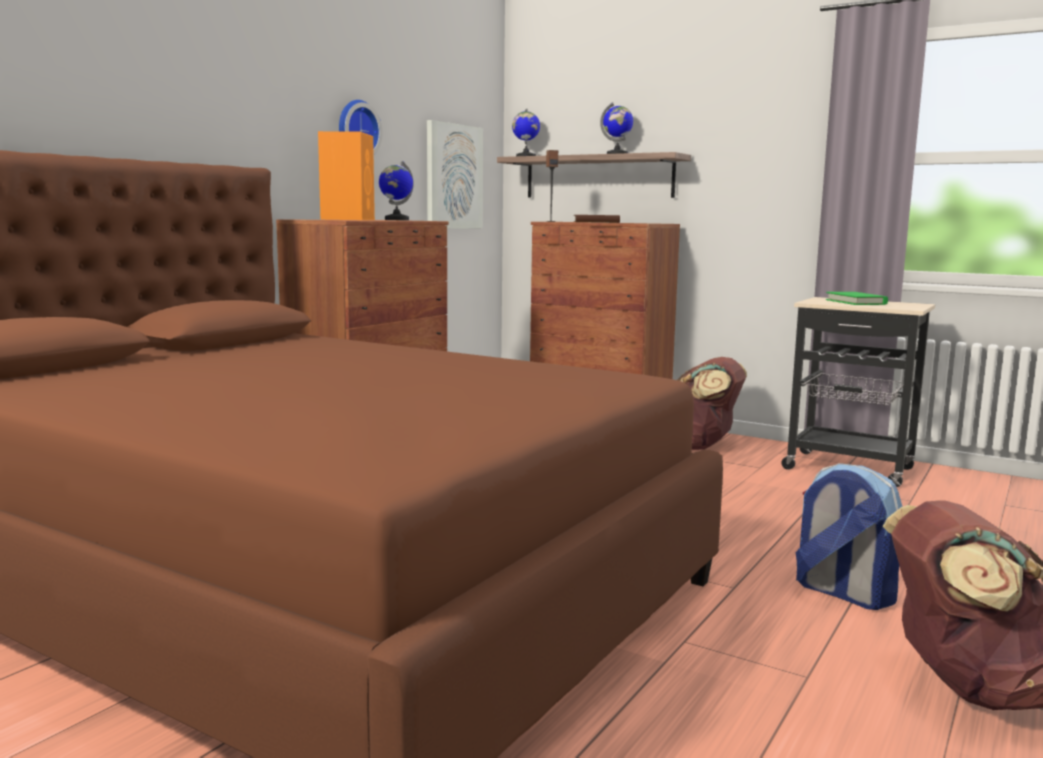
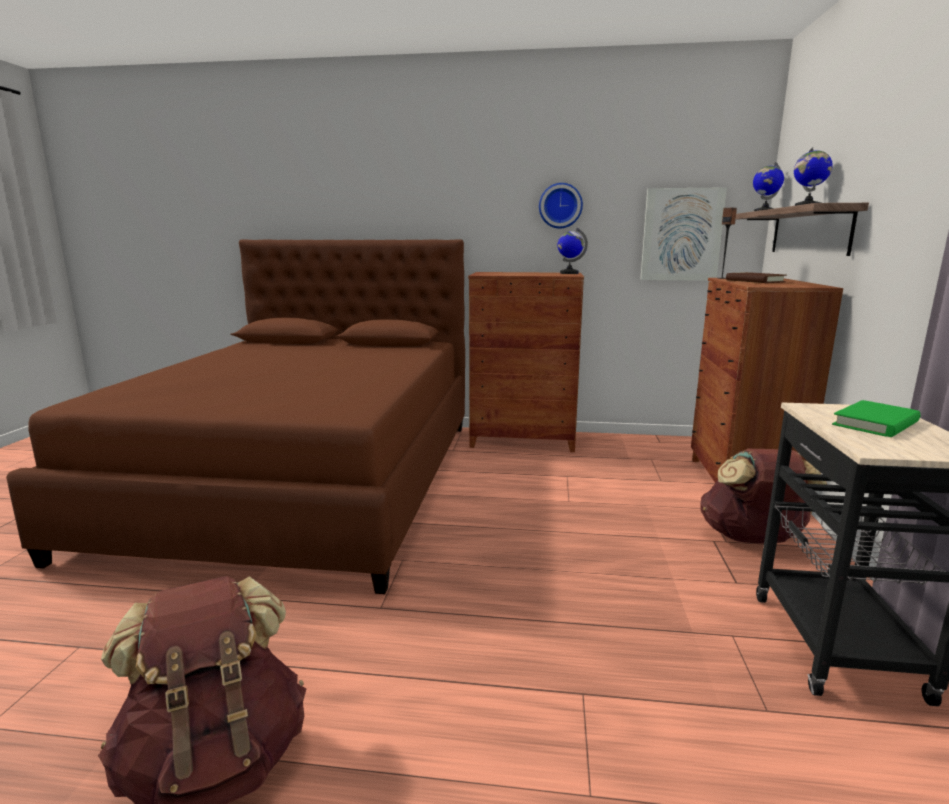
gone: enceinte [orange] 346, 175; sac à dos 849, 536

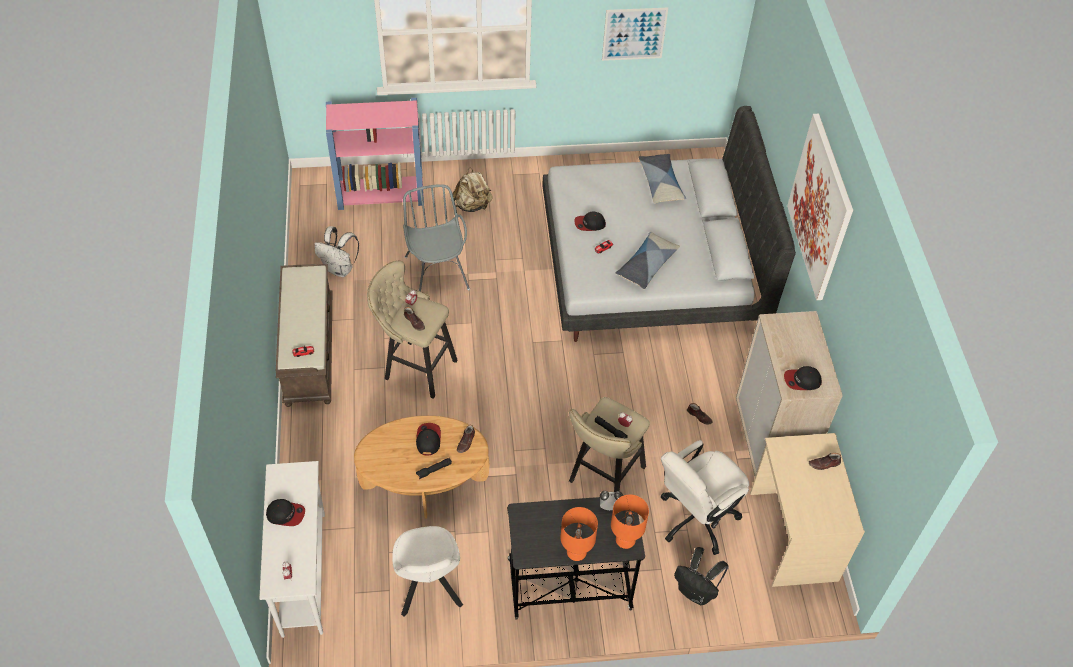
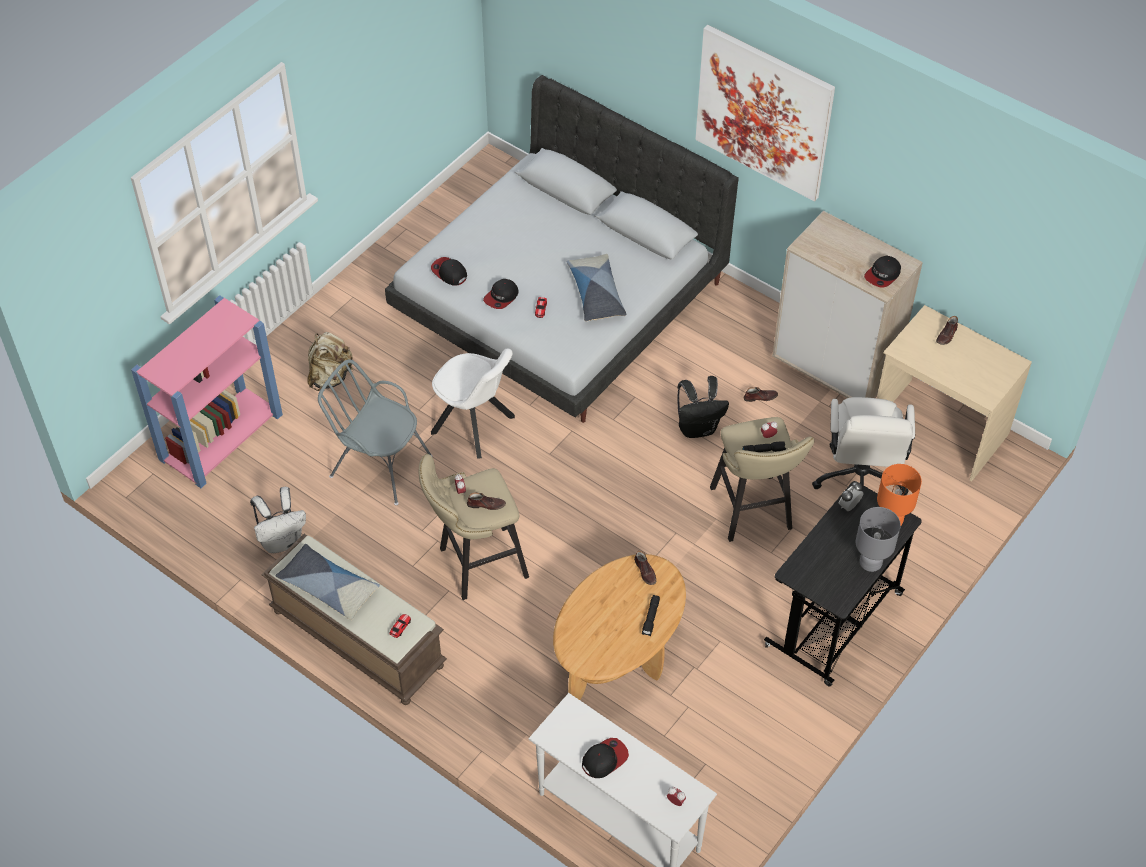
gone: tableau 635, 34
shifted: chaise [blanc] 427, 571 to 473, 403; casquette 428, 439 to 449, 271; coussin 662, 178 to 328, 582; sac à dos [noir] 701, 576 to 703, 407
repainted: lampe de table [orange] 579, 534 to lampe de table [gris] 878, 539

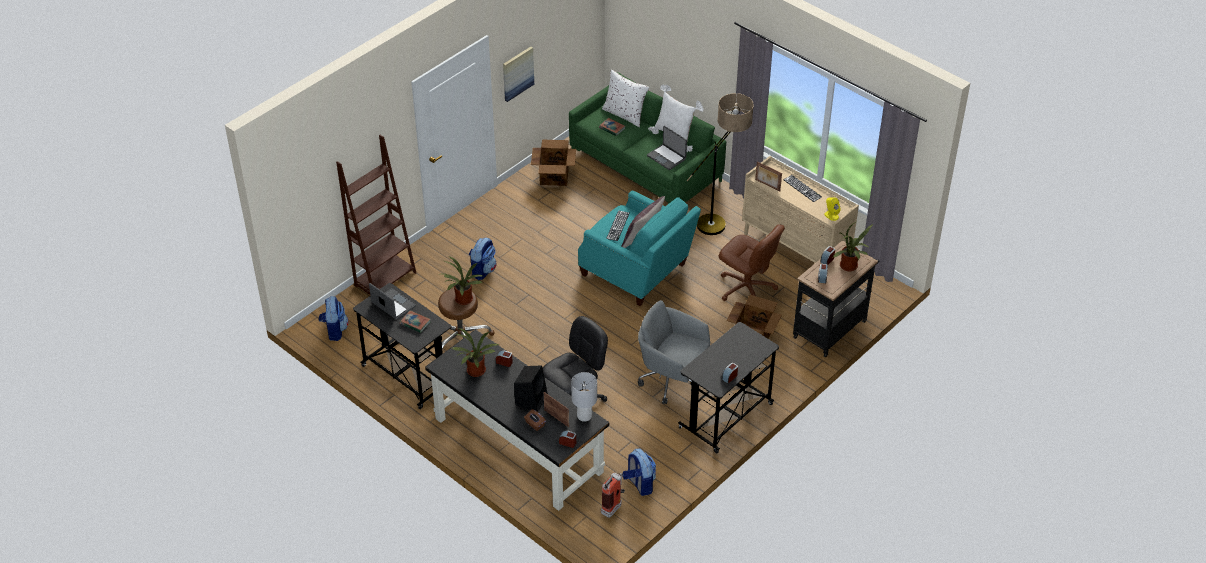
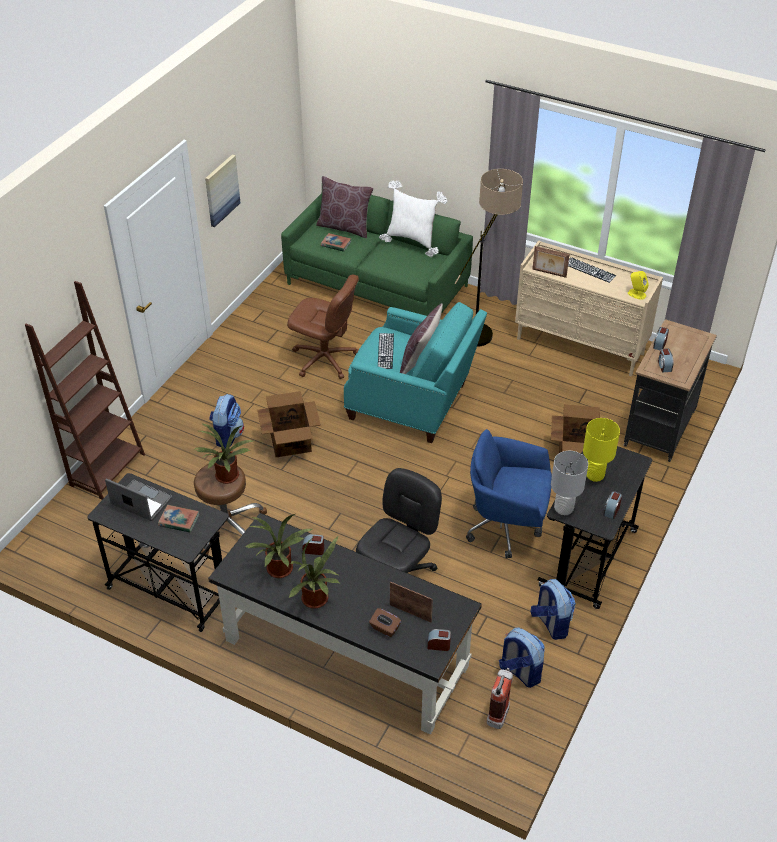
gone: enceinte [noir] 531, 388; ordinateur portable 667, 148
new: lampe de table [jaune] 601, 450
shifted: sac à dos 334, 318 to 553, 609; carton 553, 163 to 289, 424; lampe de table [gris] 584, 397 to 569, 483; chaise de bureau [marron] 752, 262 to 323, 327; plante en pot 853, 246 to 313, 572
repainted: coussin [blanc] 625, 98 to coussin [marron] 344, 207; chaise de bureau [gris] 674, 352 to chaise de bureau [bleu] 509, 493

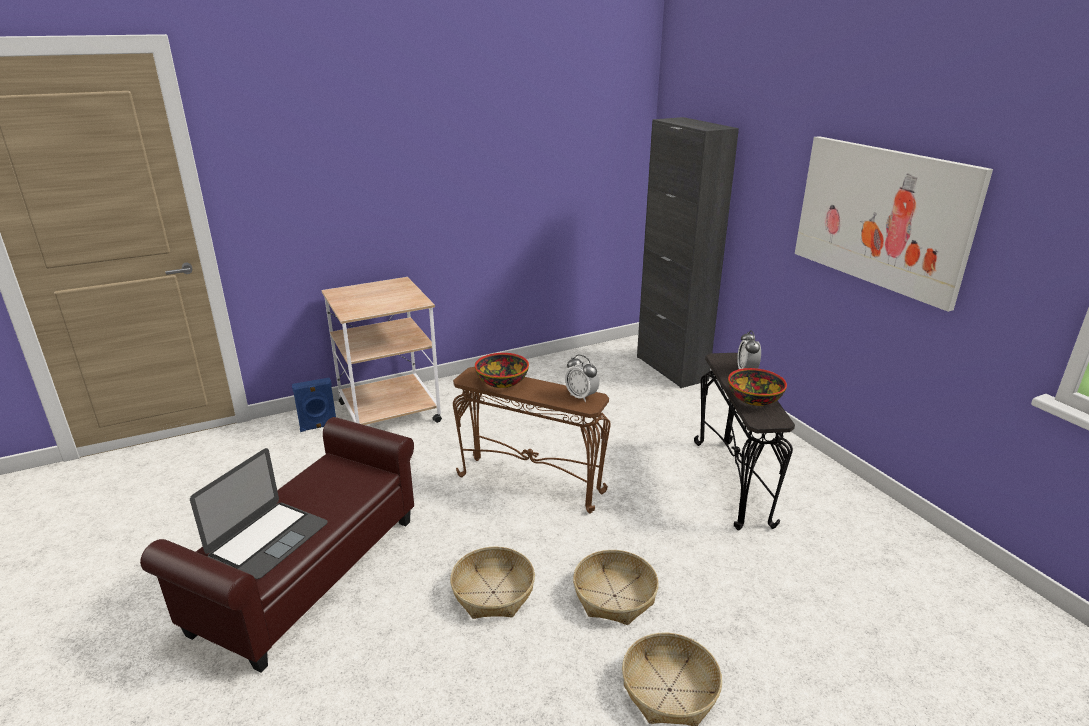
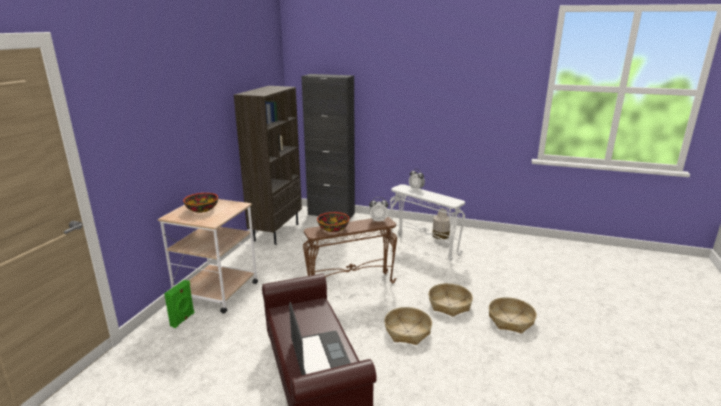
gone: tableau 894, 224
new: bibliothèque [marron] 268, 165; vase [beige] 441, 224
shifted: bol 757, 387 to 200, 203
repainted: enceinte [bleu] 314, 405 to enceinte [vert] 179, 304; table d'appoint [noir] 744, 441 to table d'appoint [blanc] 427, 222

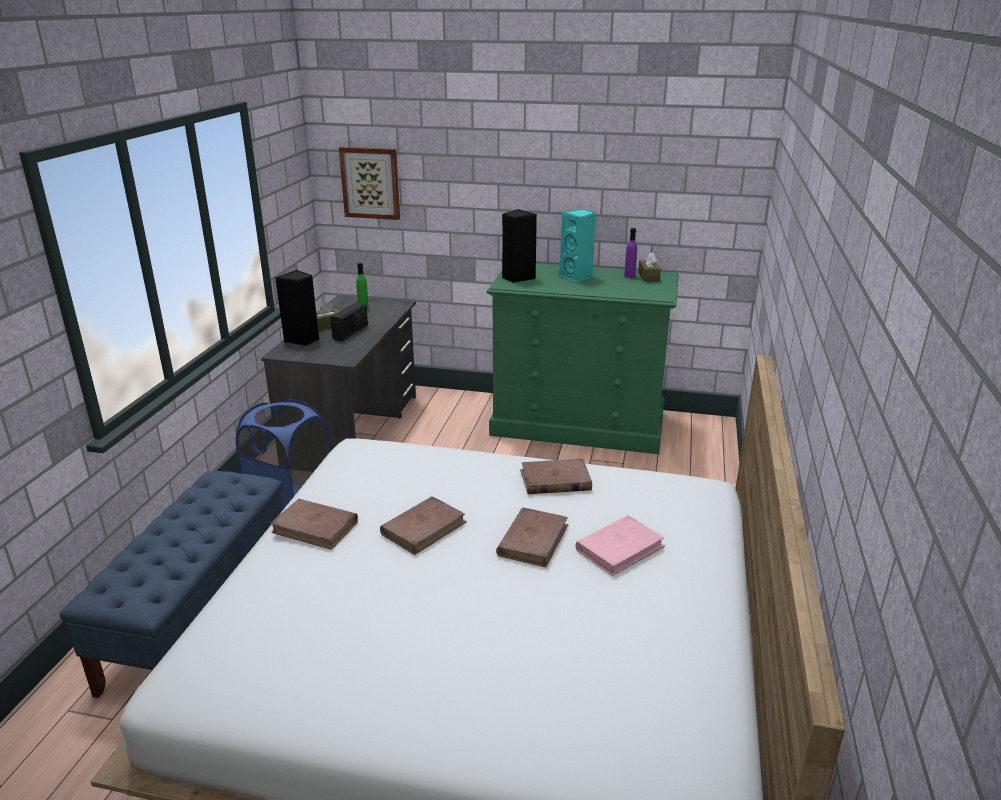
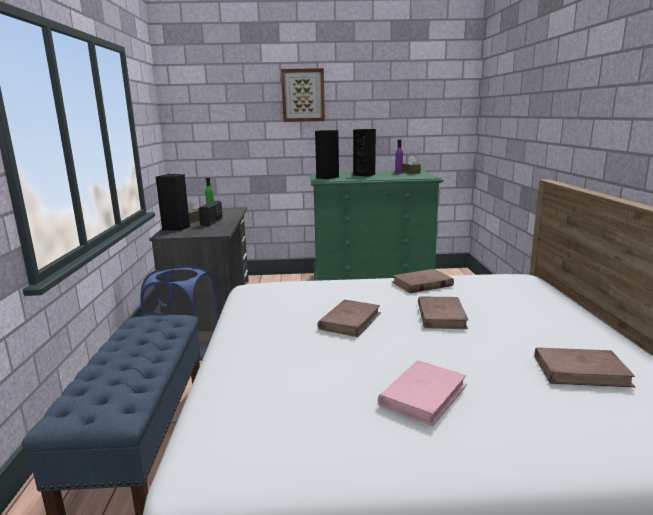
shifted: livre [marron] 314, 524 to 585, 367; tableau 369, 183 to 303, 95; livre [rose] 620, 545 to 422, 393
repainted: enceinte [turquoise] 577, 245 to enceinte [noir] 364, 153

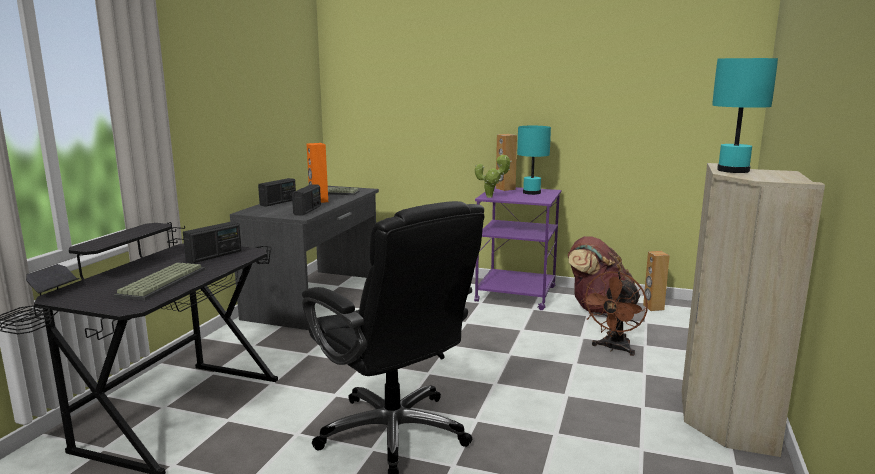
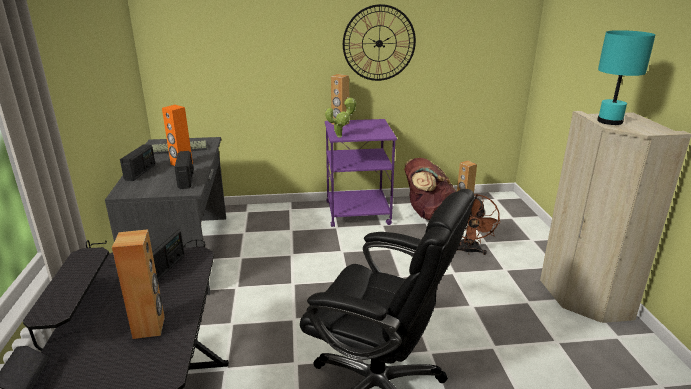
gone: lampe de table [turquoise] 534, 160
new: horloge murale 379, 42
swapped: clavier 159, 281 to enceinte [marron] 138, 284

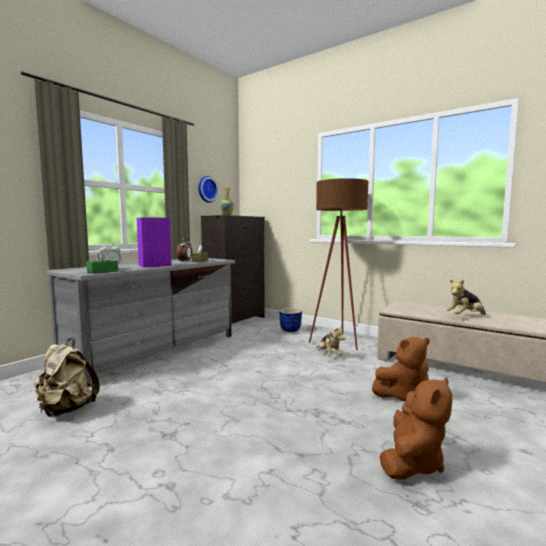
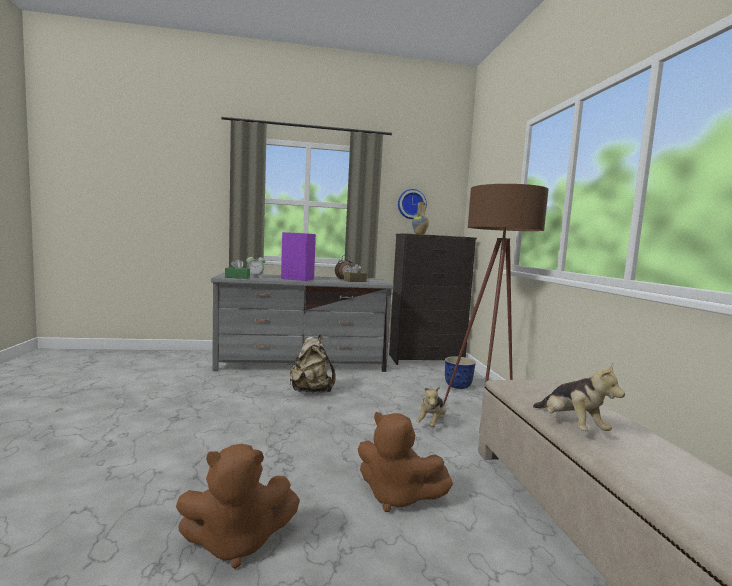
shifted: sac à dos [beige] 67, 377 to 313, 364
rotated: peluche 466, 297 = 579, 397 135 degrees counterclockwise

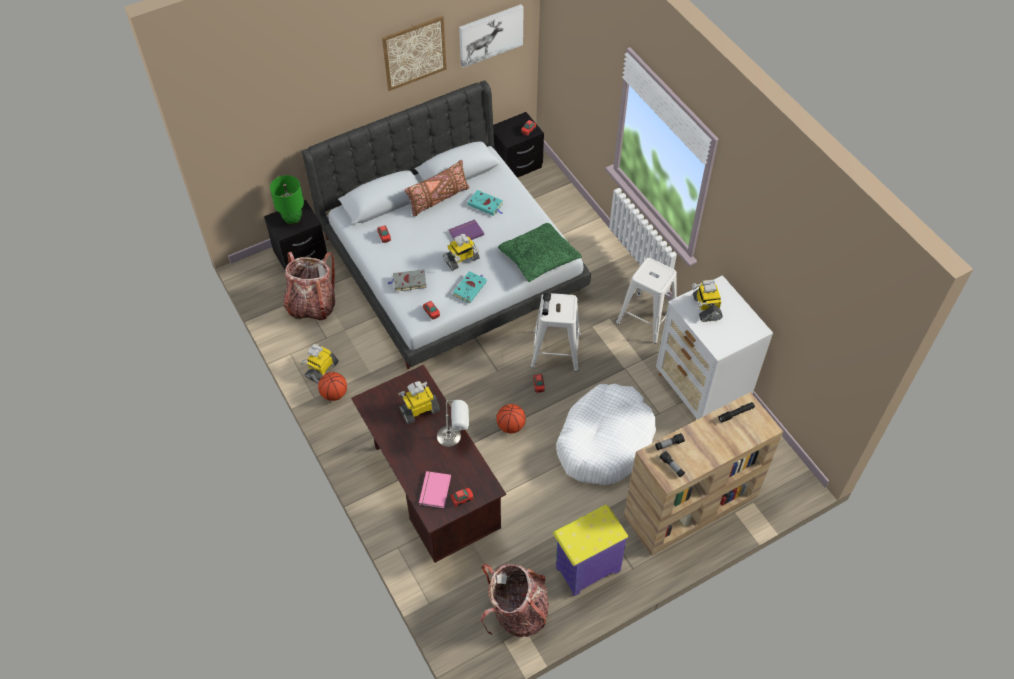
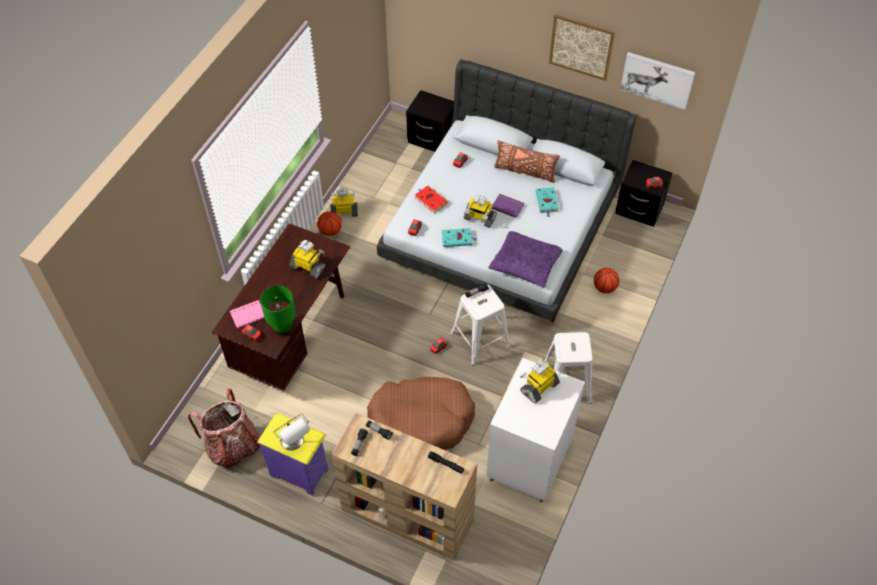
gone: sac à dos 309, 286
shifted: lampe de table [vert] 287, 200 to 278, 310; lampe de table [blanc] 453, 423 to 292, 432; ballon de basket 511, 418 to 606, 280
repainted: livre [gris] 407, 280 to livre [rouge] 431, 199; coussin [vert] 540, 252 to coussin [violet] 525, 259; panier pour chien [blanc] 606, 434 to panier pour chien [marron] 421, 413

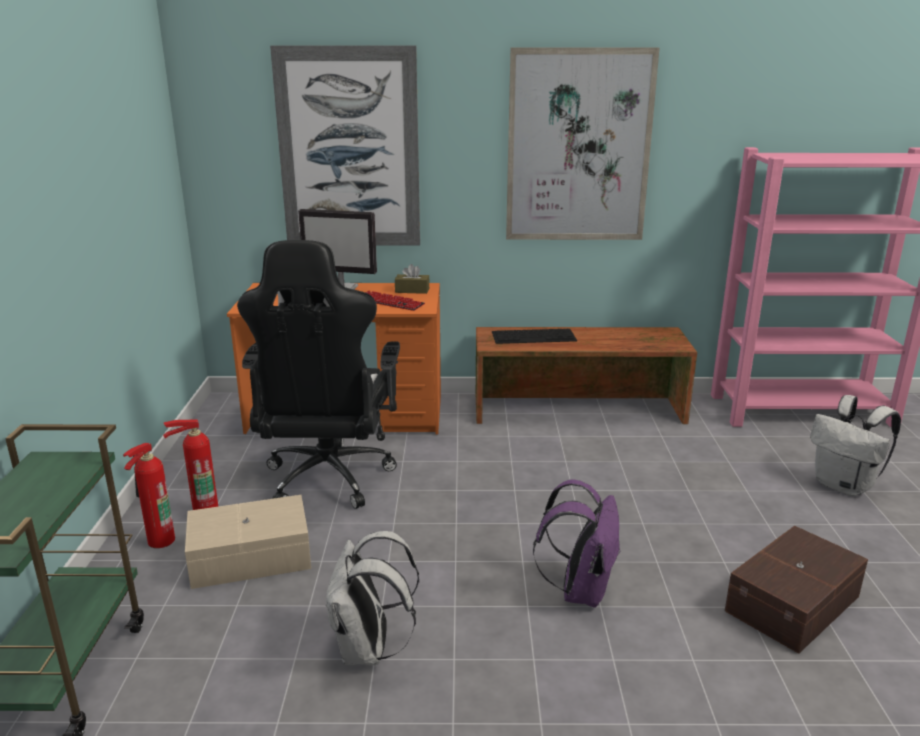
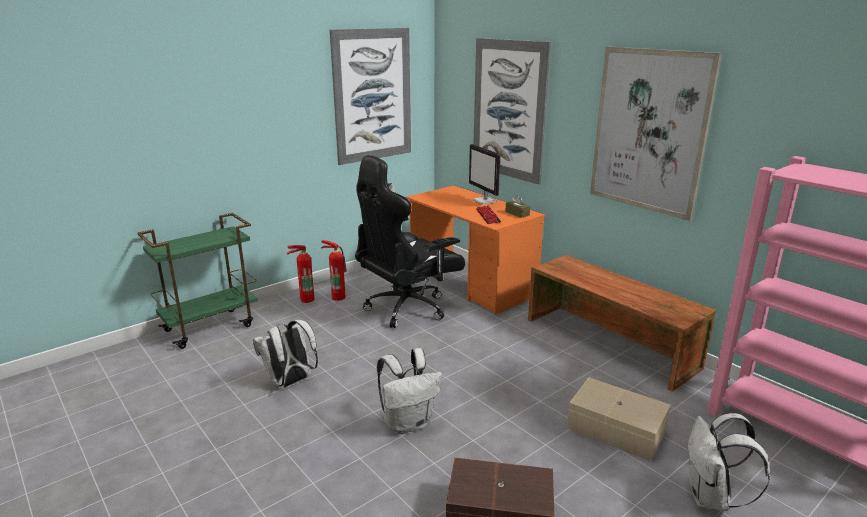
gone: clavier 534, 336
new: tableau 370, 96
shifted: boîte de rangement [beige] 248, 542 to 619, 419
repainted: sac à dos [violet] 577, 544 to sac à dos [blanc] 409, 391

